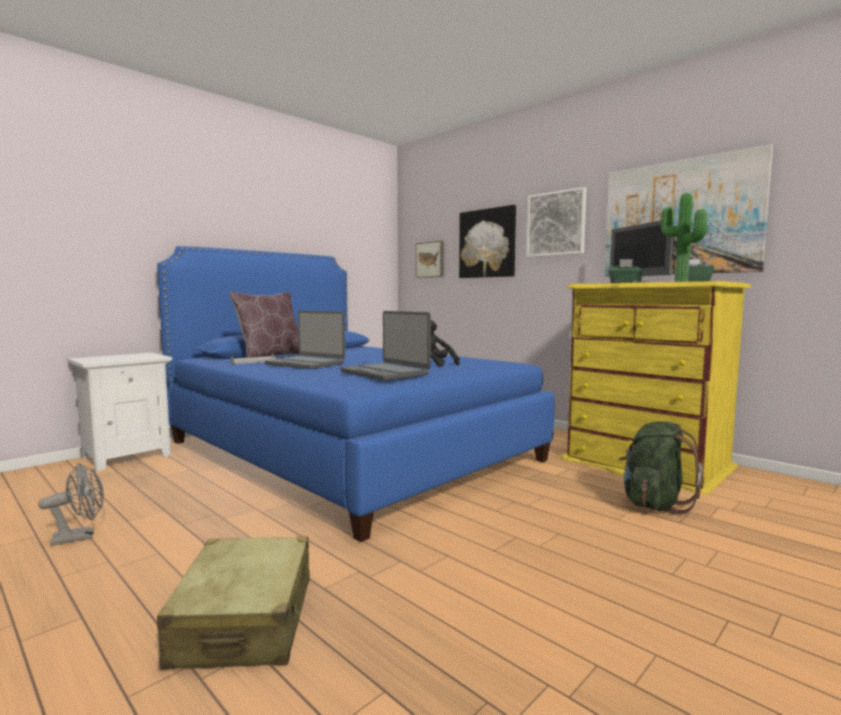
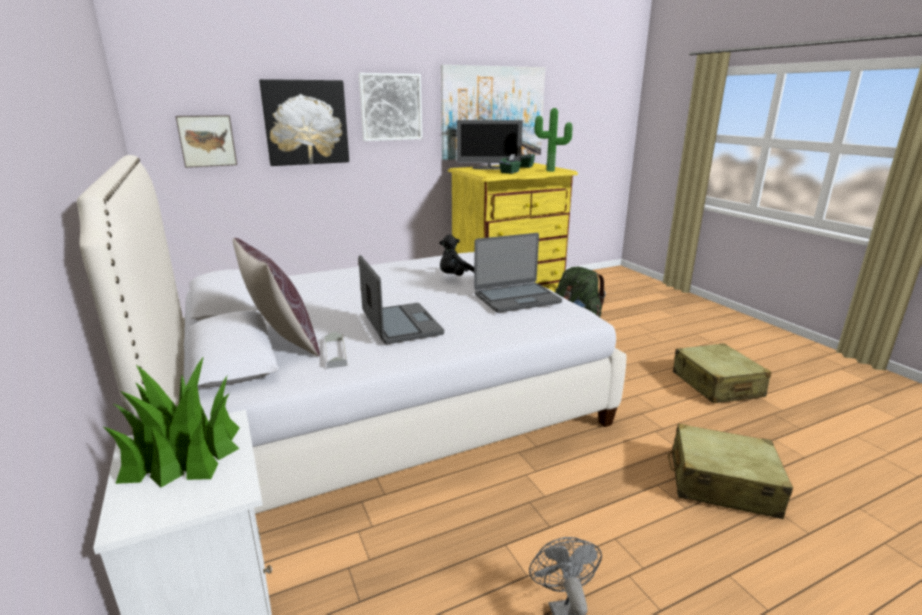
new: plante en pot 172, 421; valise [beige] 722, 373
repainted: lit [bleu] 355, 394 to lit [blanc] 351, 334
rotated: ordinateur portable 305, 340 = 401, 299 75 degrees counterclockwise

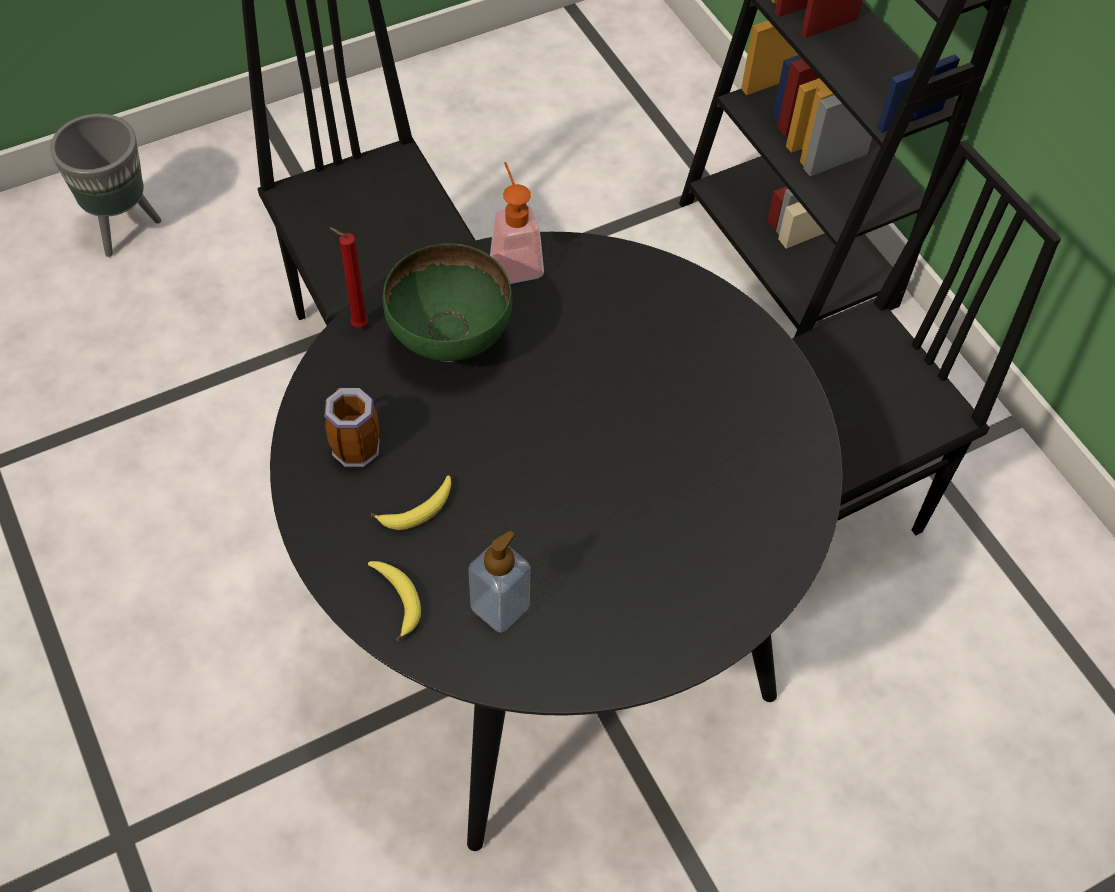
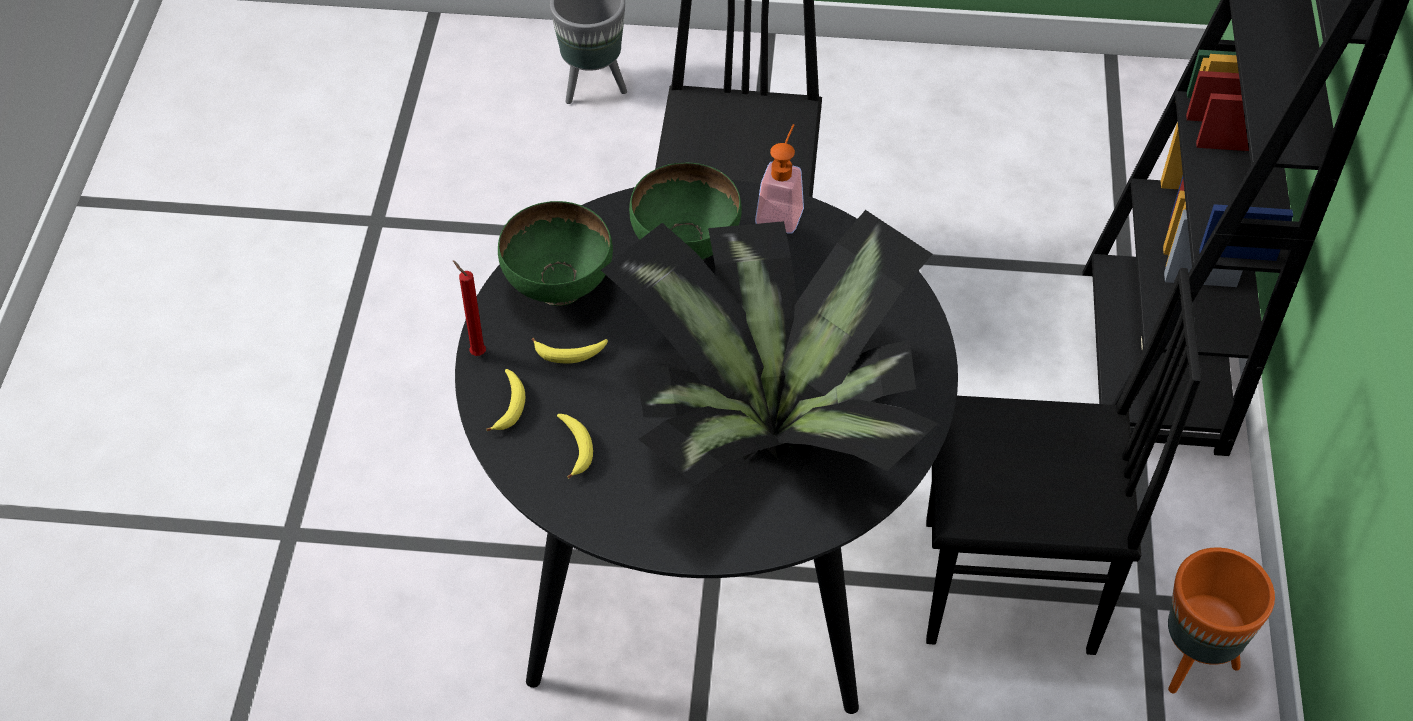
new: plante en pot 769, 347; cache-pot [orange] 1221, 620
shifted: bougie [rouge] 348, 277 to 469, 308
swapped: mug 351, 427 to bol [vert] 555, 253; distributeur de savon 499, 582 to banane 575, 446

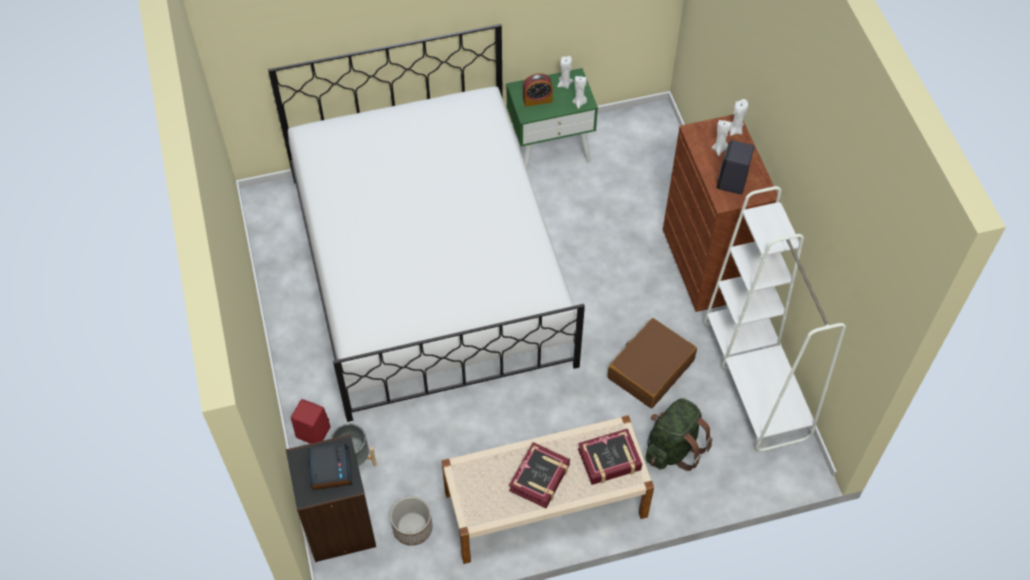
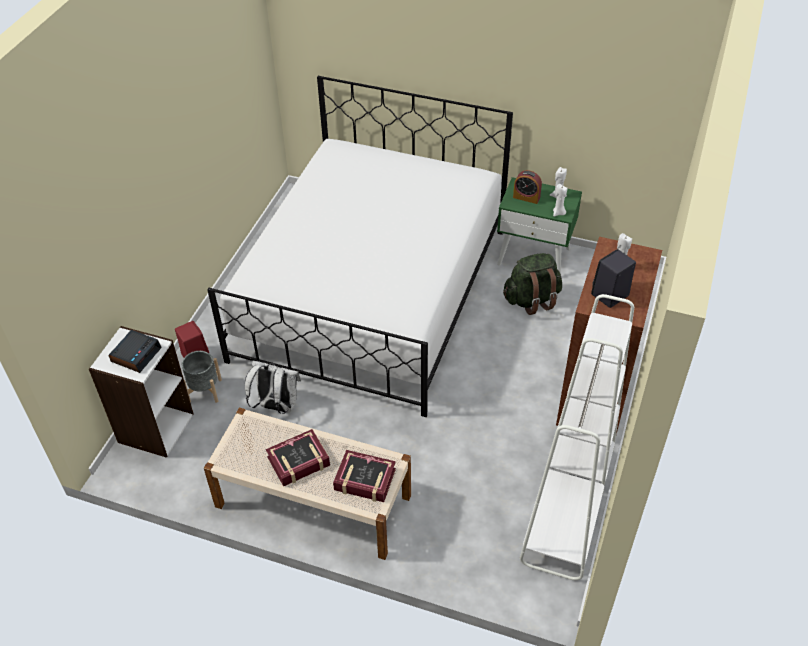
gone: cache-pot 411, 521; valise [marron] 652, 363; bougie [blanc] 739, 117
new: sac à dos [blanc] 273, 387
shifted: sac à dos [vert] 679, 434 to 532, 284
repainted: bibliothèque [noir] 331, 498 to bibliothèque [blanc] 141, 392

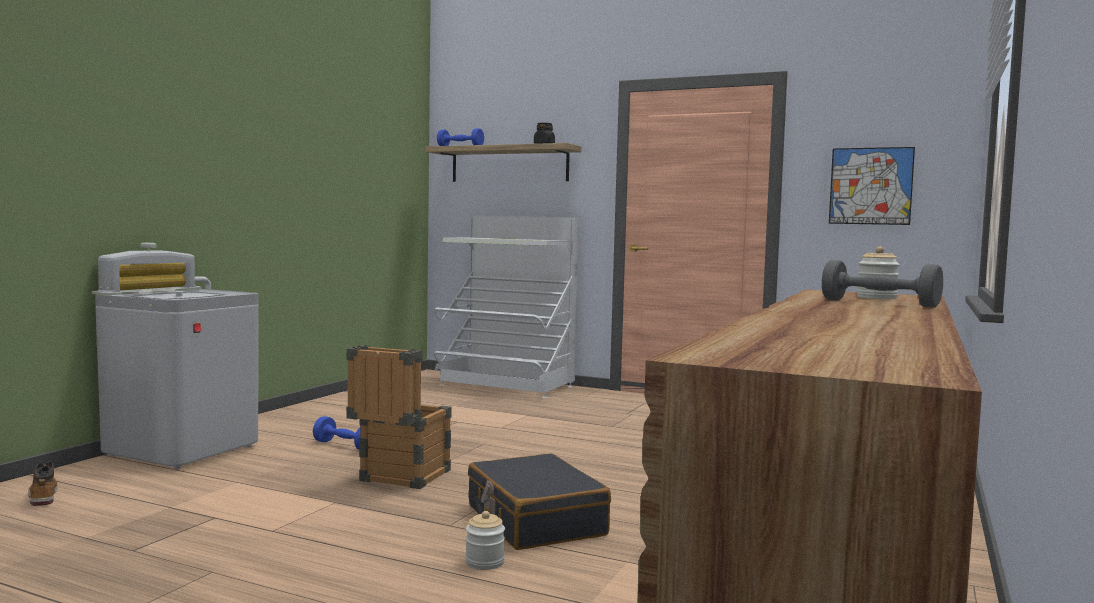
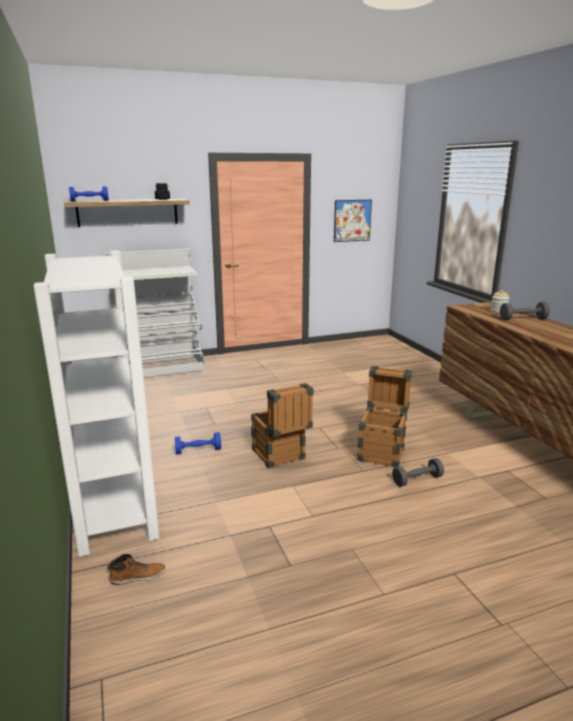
swapped: lave-linge [gris] 175, 356 to bibliothèque [blanc] 97, 403; bocal 485, 540 to haltère [gris] 418, 472; valise [noir] 539, 501 to caisse 384, 416
rotated: botte 43, 483 = 136, 569 150 degrees clockwise

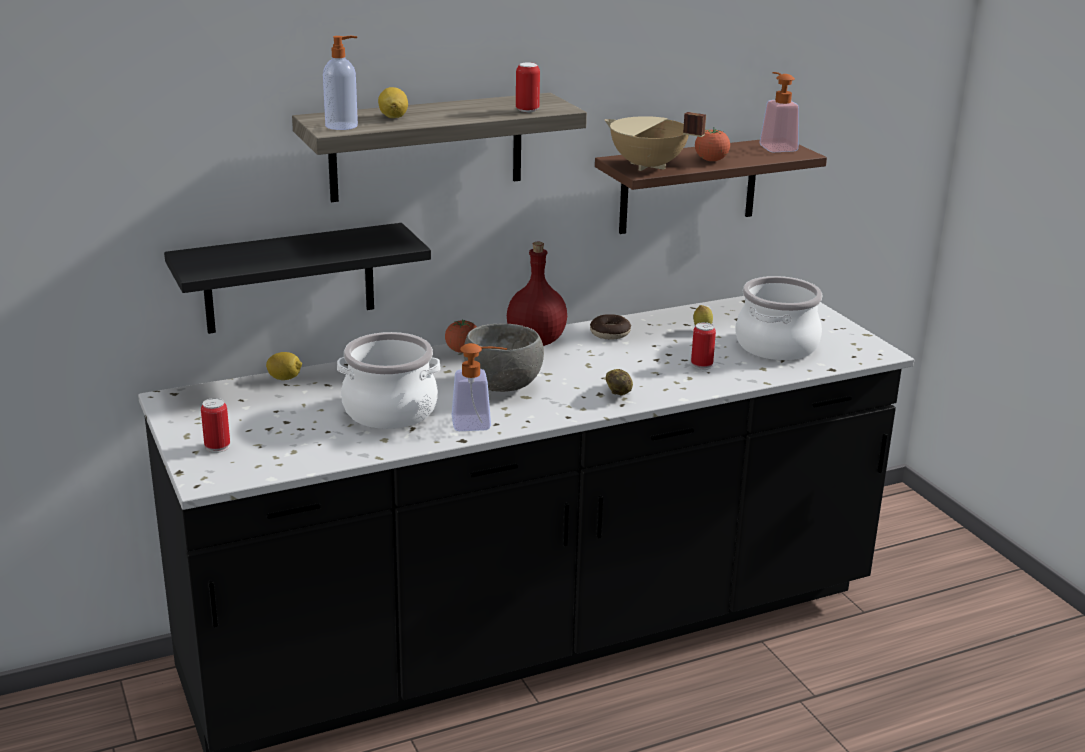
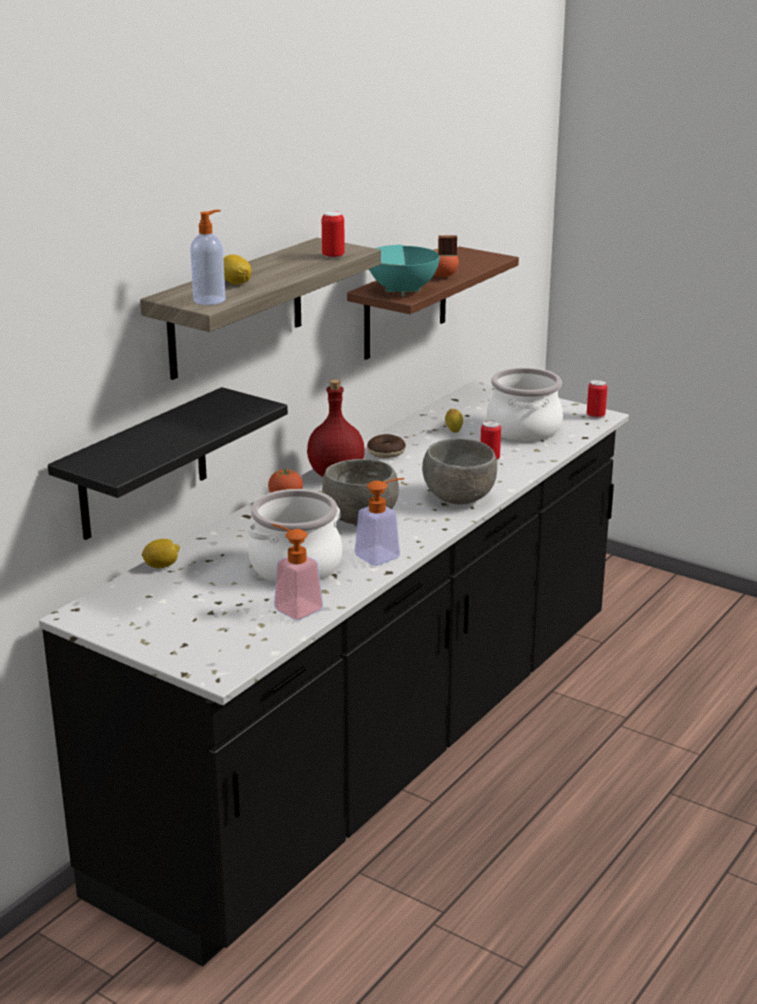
shifted: boîte métallique 215, 425 to 597, 400; distributeur de savon 779, 112 to 297, 572
swapped: pomme de terre 619, 382 to bol [gris] 459, 472
repainted: marmite [beige] 655, 141 to marmite [turquoise] 412, 265

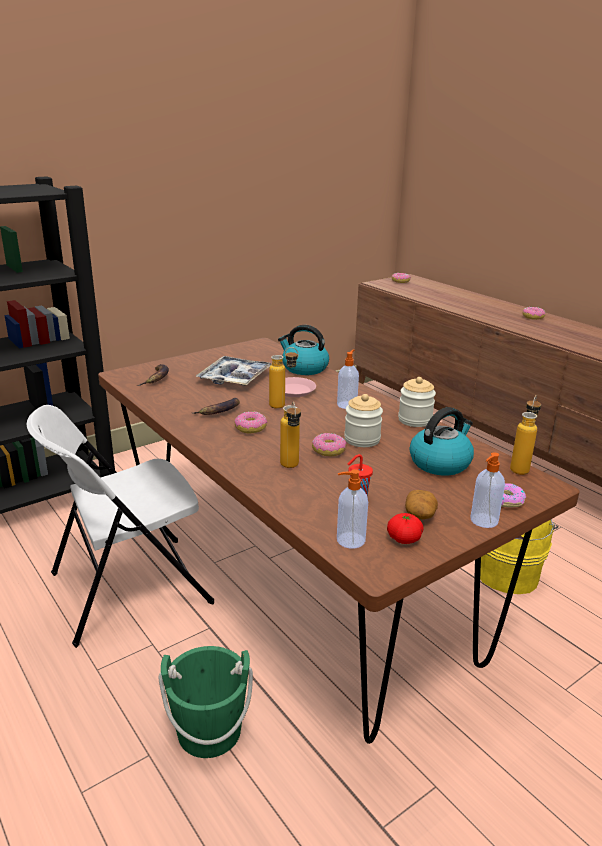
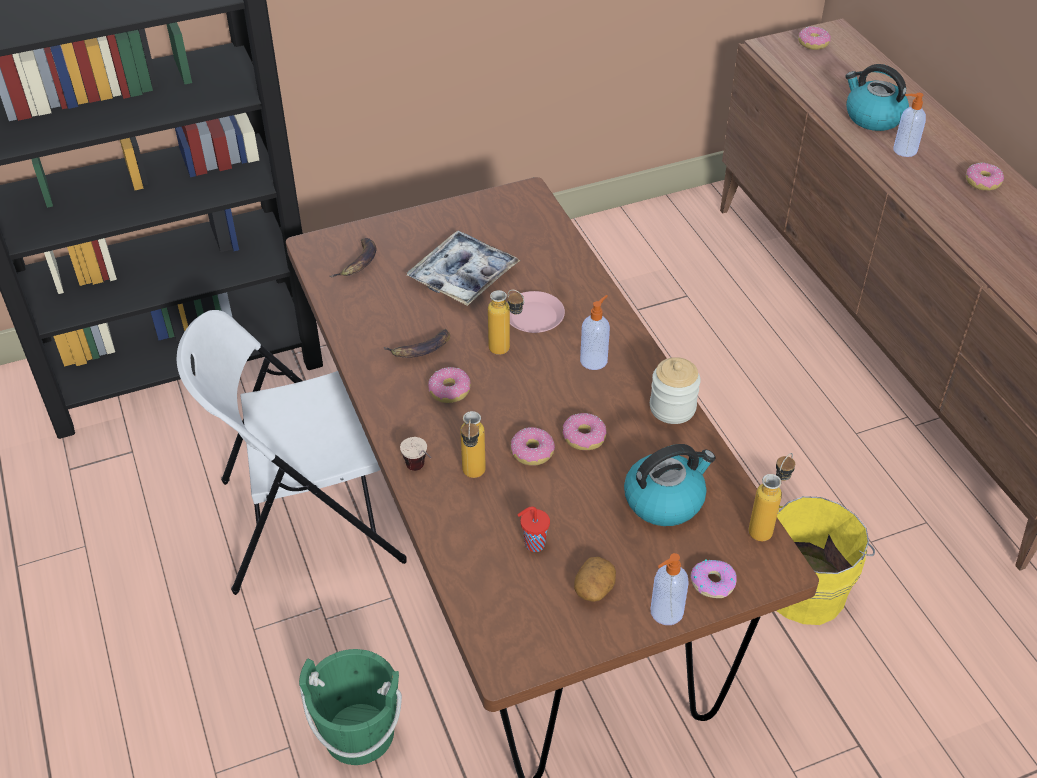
gone: tomate 405, 528
new: tasse 416, 454
shifted: bouilloire 303, 350 to 877, 97; distributeur de savon 352, 508 to 909, 125
swapped: bocal 363, 420 to beignet 585, 431

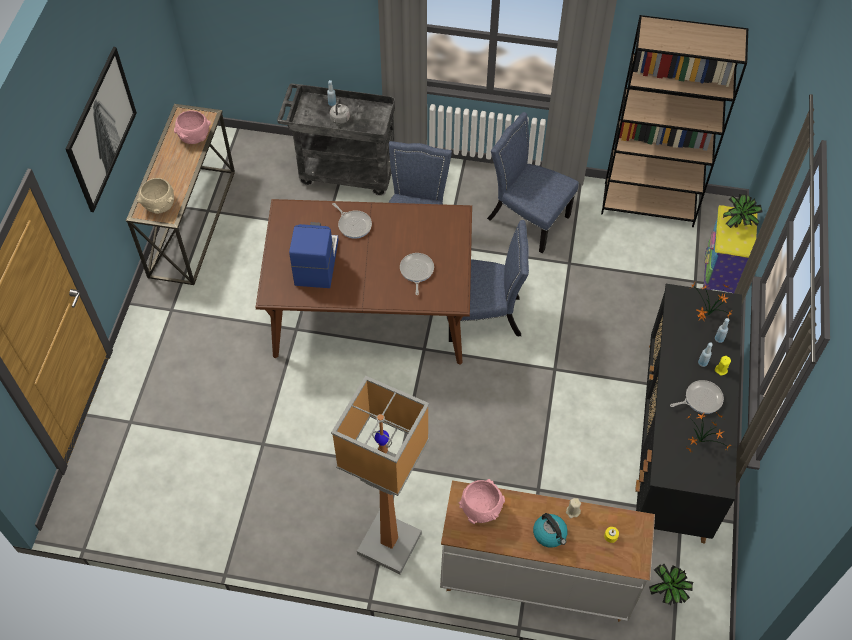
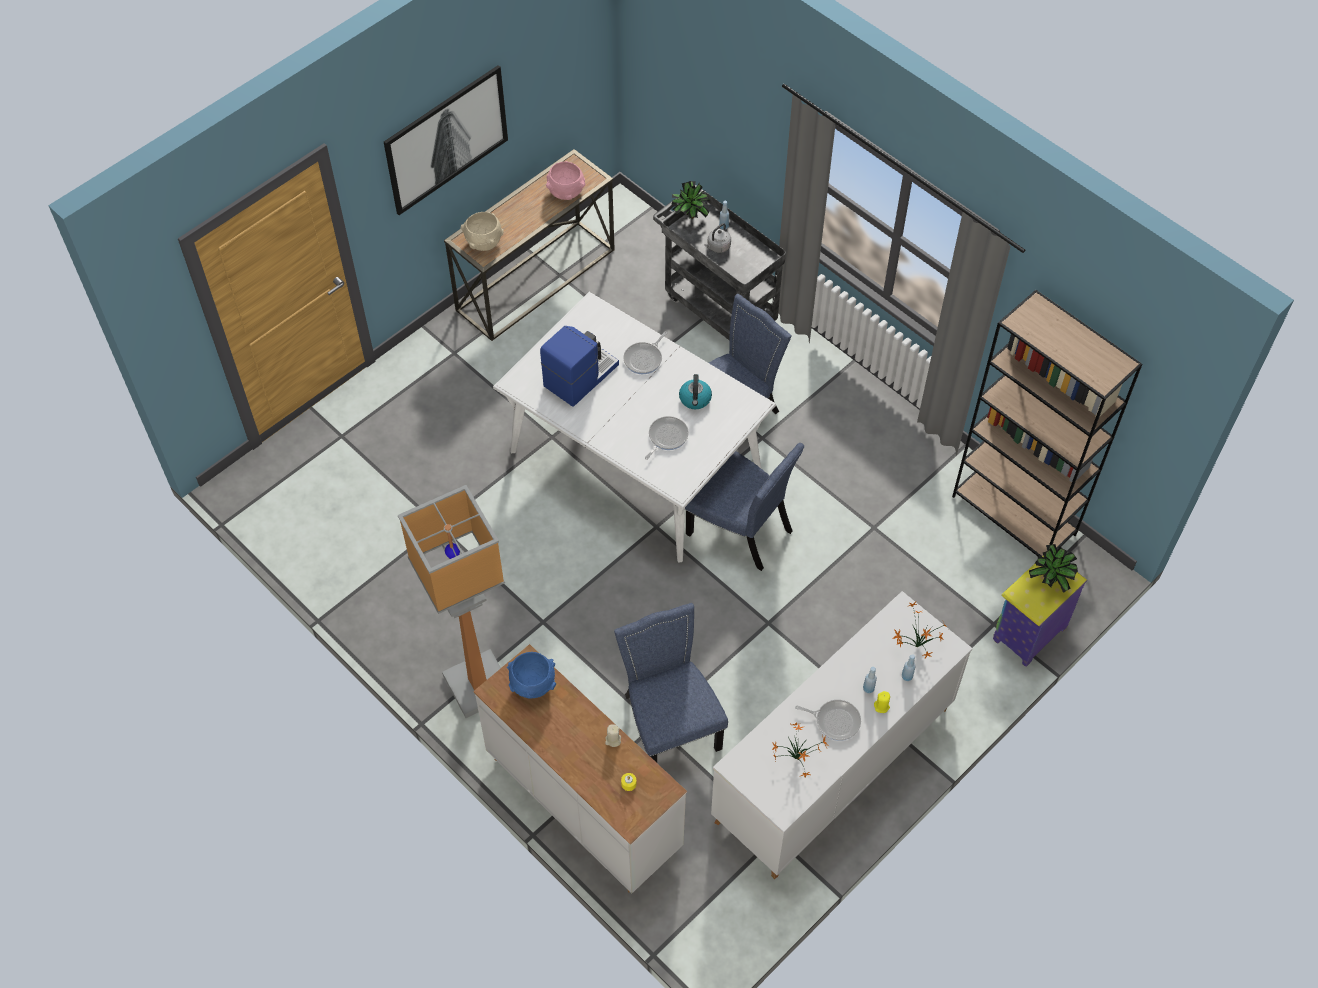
shifted: chaise [bleu] 533, 182 to 671, 683; bouilloire 550, 530 to 695, 391; plante en pot 671, 584 to 690, 200
repainted: table à manger [marron] 363, 282 to table à manger [blanc] 634, 427; bol [rose] 482, 501 to bol [bleu] 531, 675; commode [noir] 688, 414 to commode [blanc] 842, 735
rotated: poêle 352, 221 = 645, 352 45 degrees clockwise

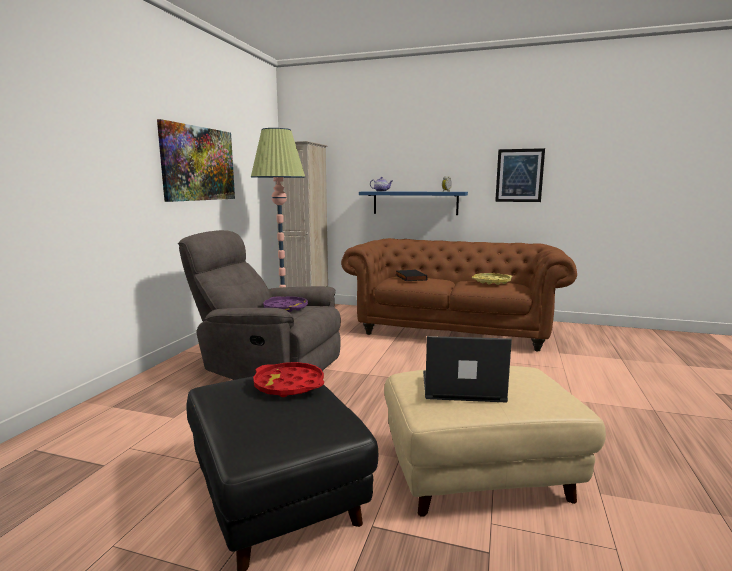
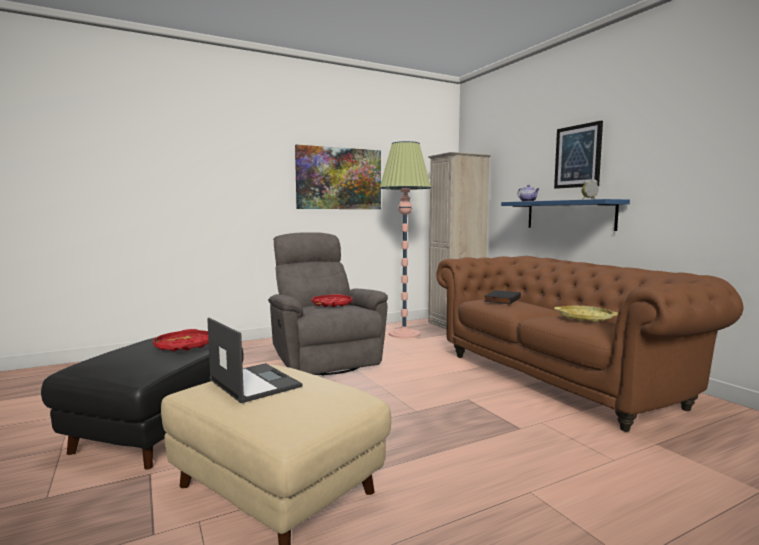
shifted: tableau 520, 175 to 578, 155
repainted: plateau [violet] 285, 304 to plateau [rouge] 332, 300

